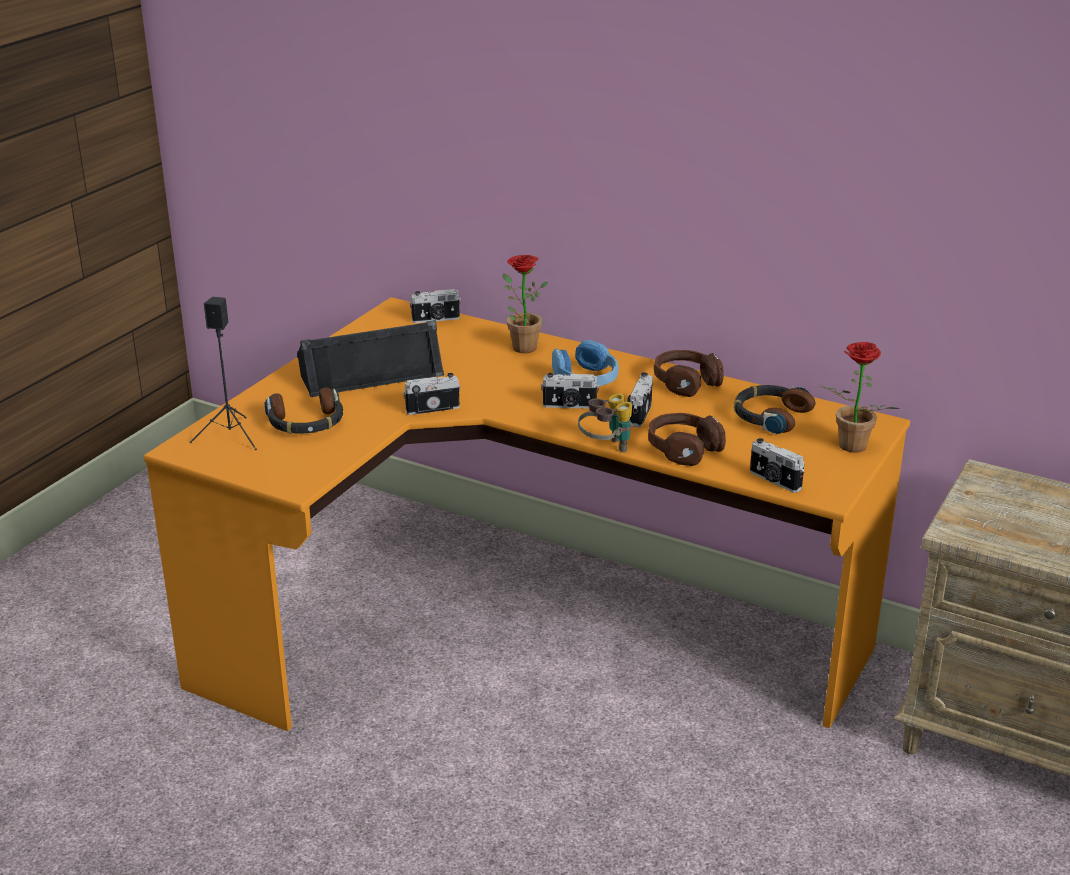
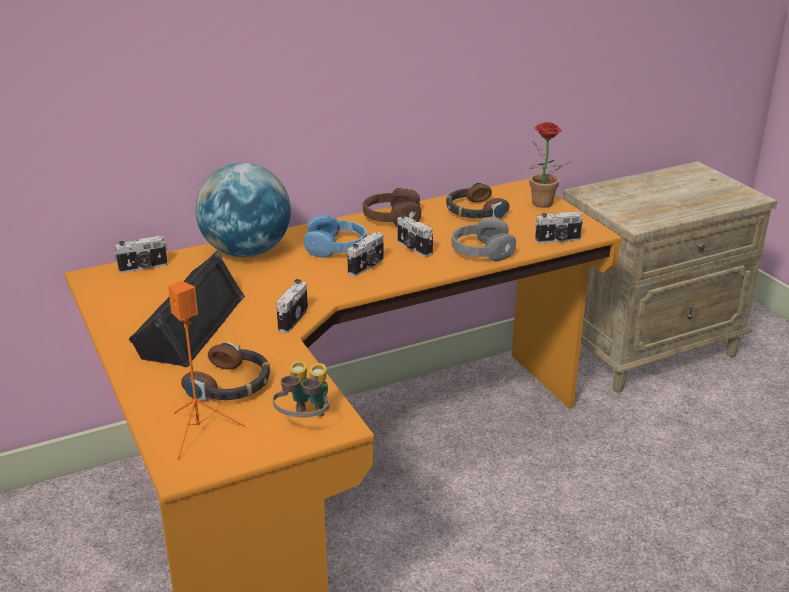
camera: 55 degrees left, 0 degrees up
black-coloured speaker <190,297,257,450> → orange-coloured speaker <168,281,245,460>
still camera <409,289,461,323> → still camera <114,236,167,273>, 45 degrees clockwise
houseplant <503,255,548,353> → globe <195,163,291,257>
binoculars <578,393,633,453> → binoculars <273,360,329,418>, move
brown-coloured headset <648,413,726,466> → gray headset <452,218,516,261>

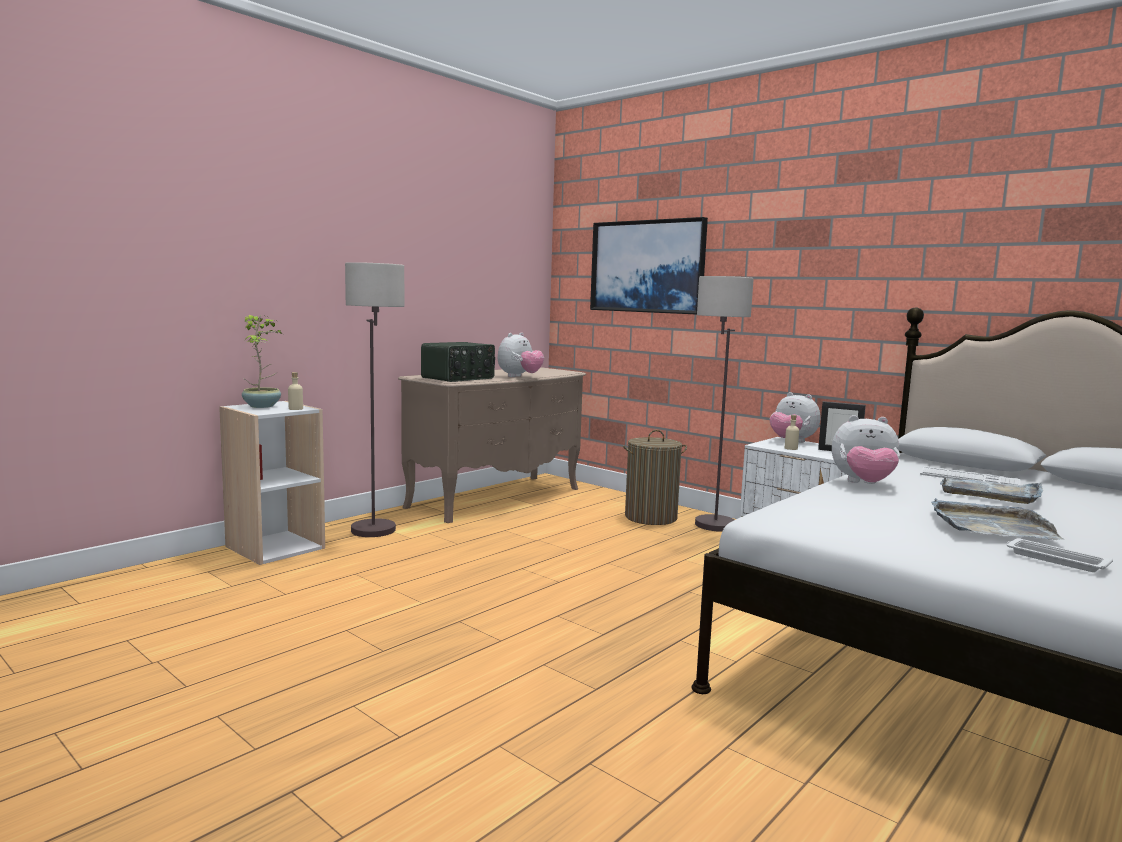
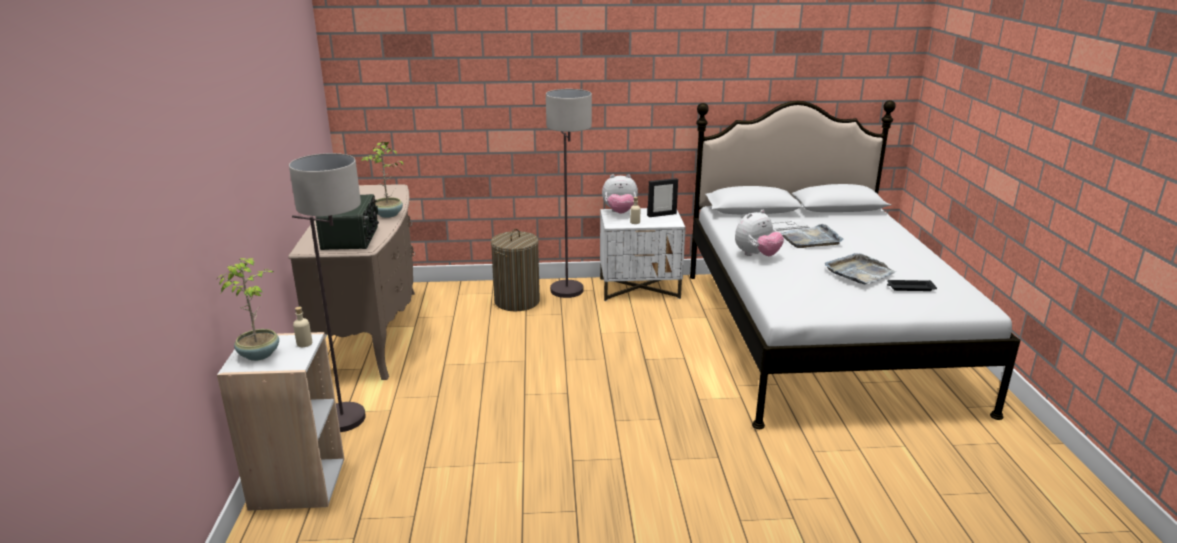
camera: 45 degrees left, 15 degrees up
cuddly toy <498,332,544,377> → houseplant <361,142,404,218>
wall picture <590,217,708,315> → -
white-coloured carrying tray <1006,538,1113,572> → black-coloured carrying tray <887,280,937,291>

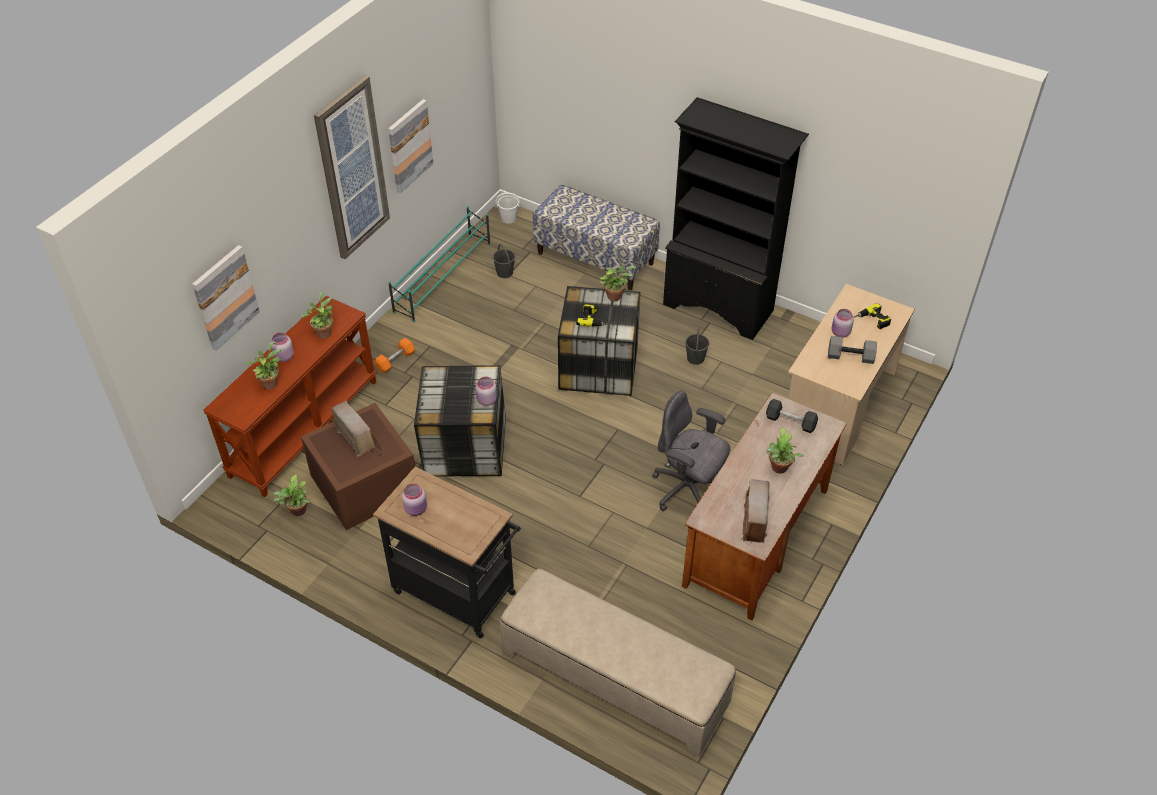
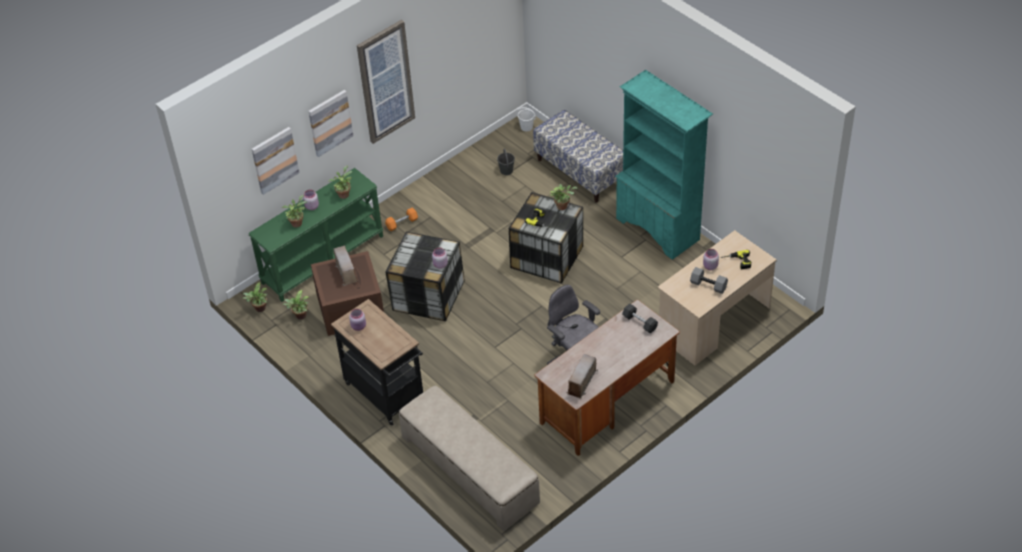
camera: 20 degrees right, 0 degrees up
brown-coloured console table <203,296,376,497> → greenish console table <248,168,383,302>
wall picture <388,99,434,193> → wall picture <308,90,353,157>, move
blue-green shoe stand <388,206,491,322> → -
black-coloured bookcase <663,97,809,340> → blue-green bookcase <615,70,713,260>
gray water bucket <685,328,709,365> → -
houseplant <765,427,804,474> → houseplant <242,282,268,312>, move

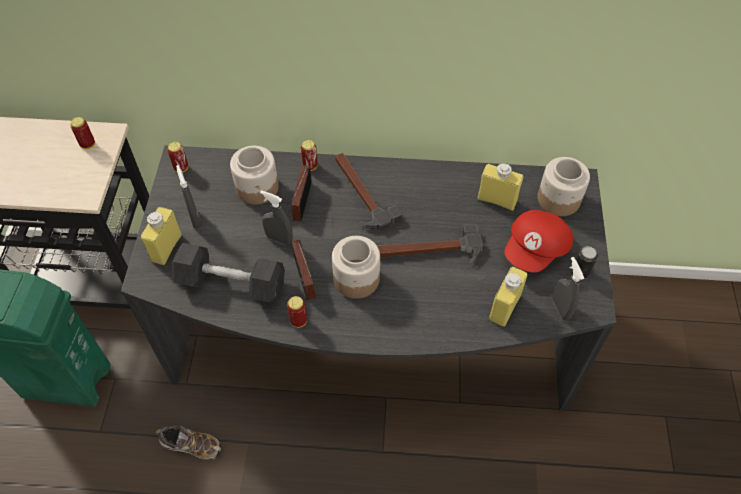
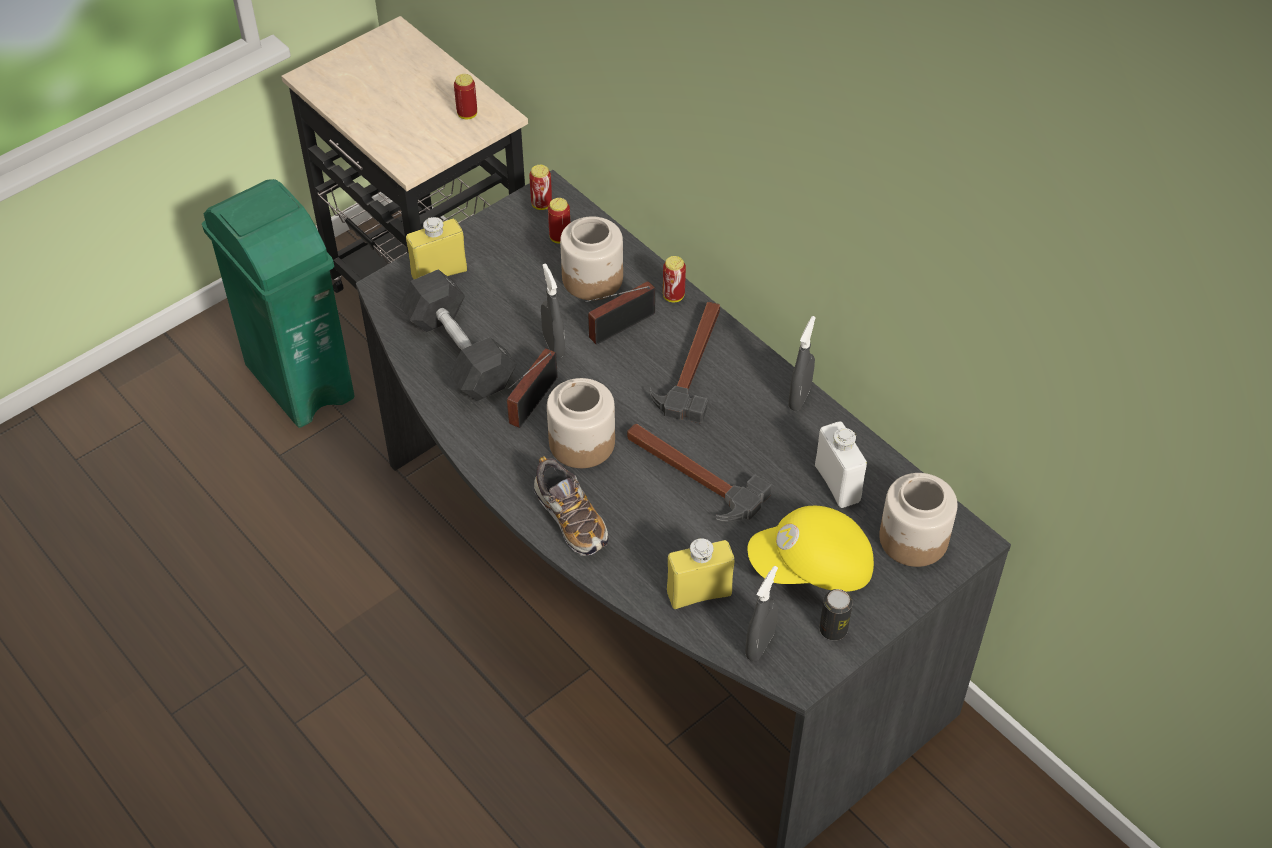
camera: 45 degrees right, 5 degrees down
item of footwear <156,426,221,460> → item of footwear <534,456,608,556>, move
gray hand sprayer <176,165,202,228> → gray hand sprayer <789,316,816,411>, move
sealed can <287,296,307,328> → sealed can <548,198,570,244>, move
yellowish bottle <478,163,523,211> → white-coloured bottle <815,421,867,508>
red-coloured baseball cap <504,210,573,272> → yellowish baseball cap <747,506,874,592>

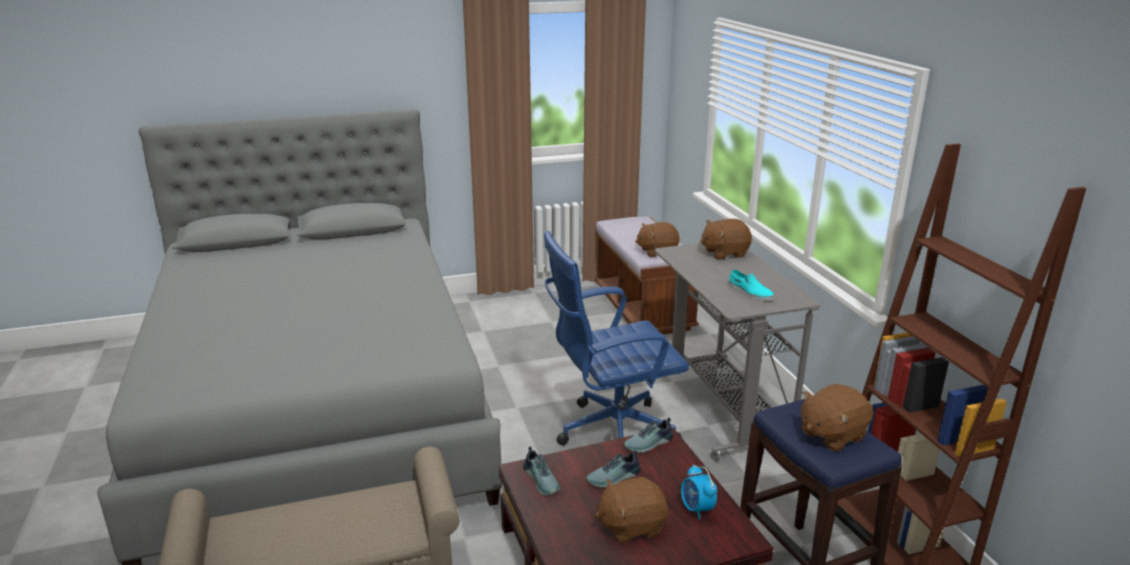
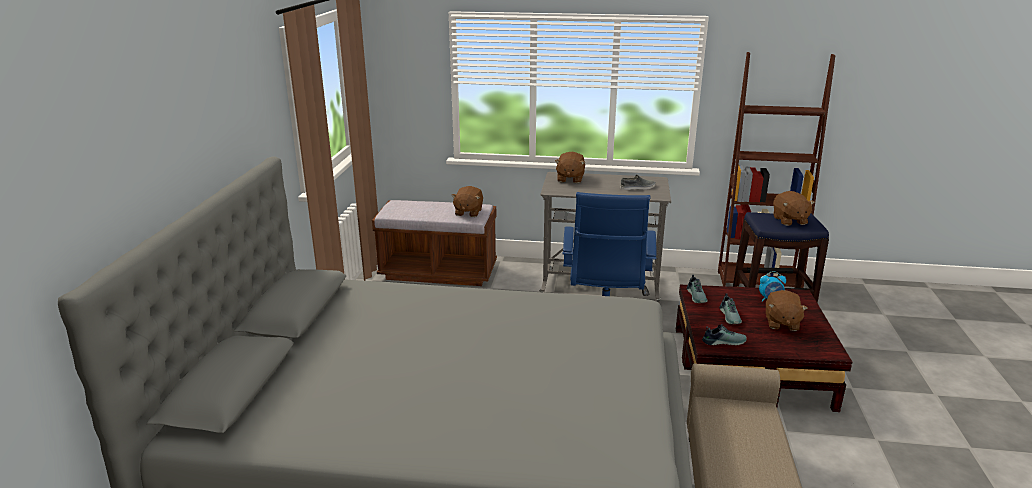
camera: 65 degrees left, 0 degrees up
blue-green item of footwear <729,270,774,301> → gray item of footwear <620,175,656,190>

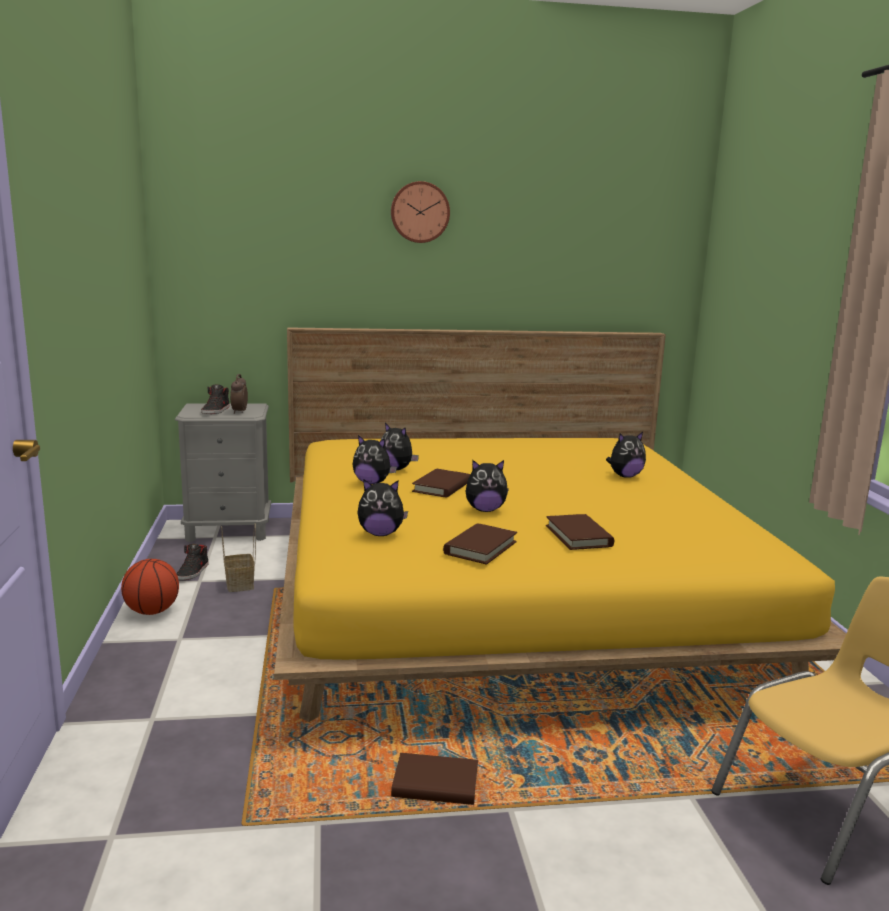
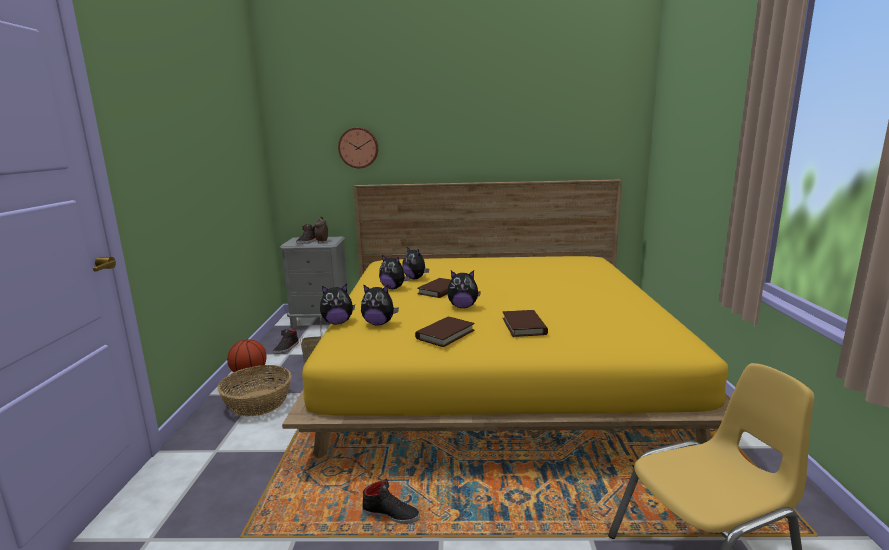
camera: 10 degrees right, 0 degrees up
wall clock <391,181,450,243> → wall clock <338,128,378,168>, move
brown-coloured bound book <391,753,478,805> → black-coloured item of footwear <362,479,420,524>
cuddly toy <606,432,646,478> → cuddly toy <320,284,355,324>, move
- → storage basket <218,365,292,417>

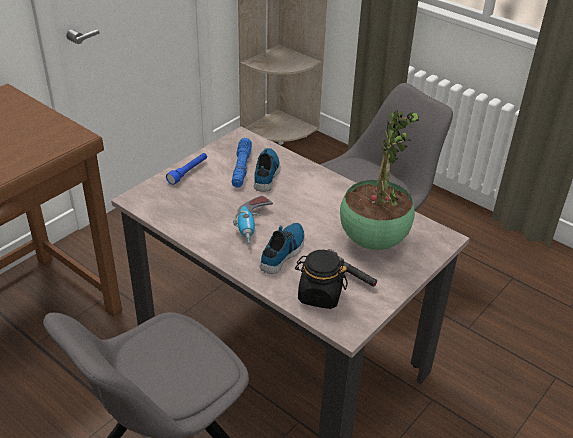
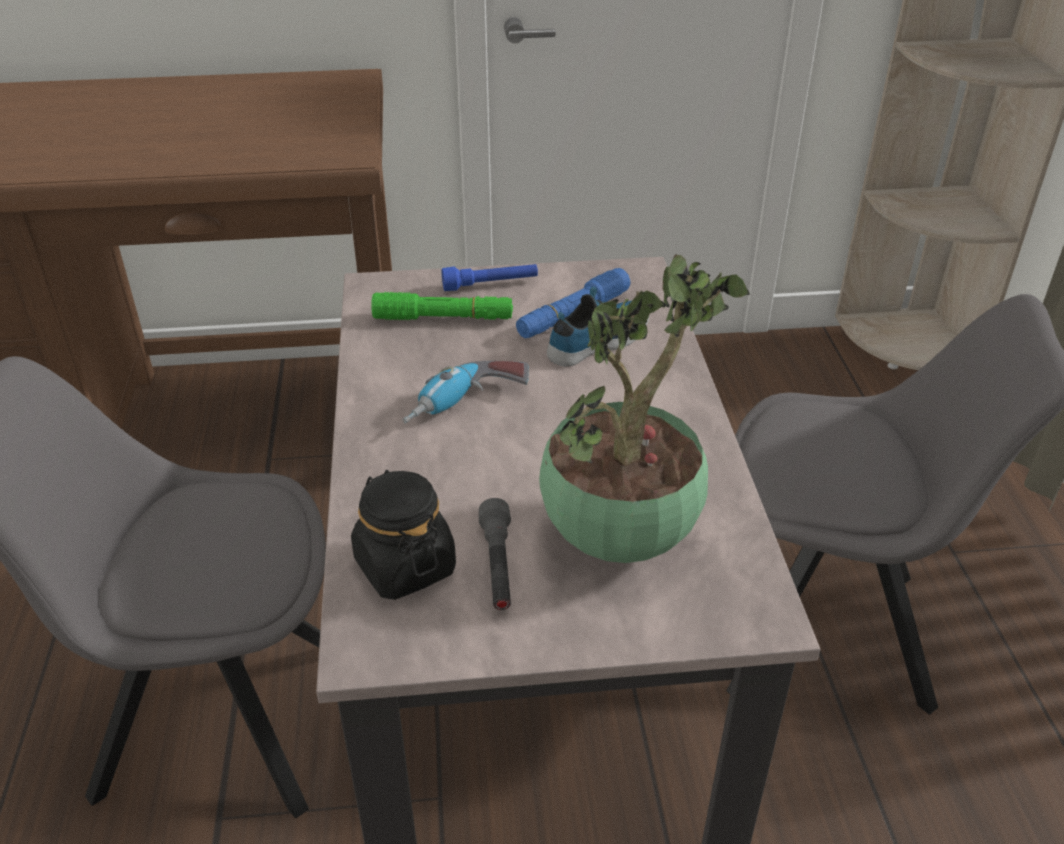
camera: 45 degrees right, 0 degrees up
item of footwear <260,223,305,274> → -
- → greenish hand torch <371,292,513,320>

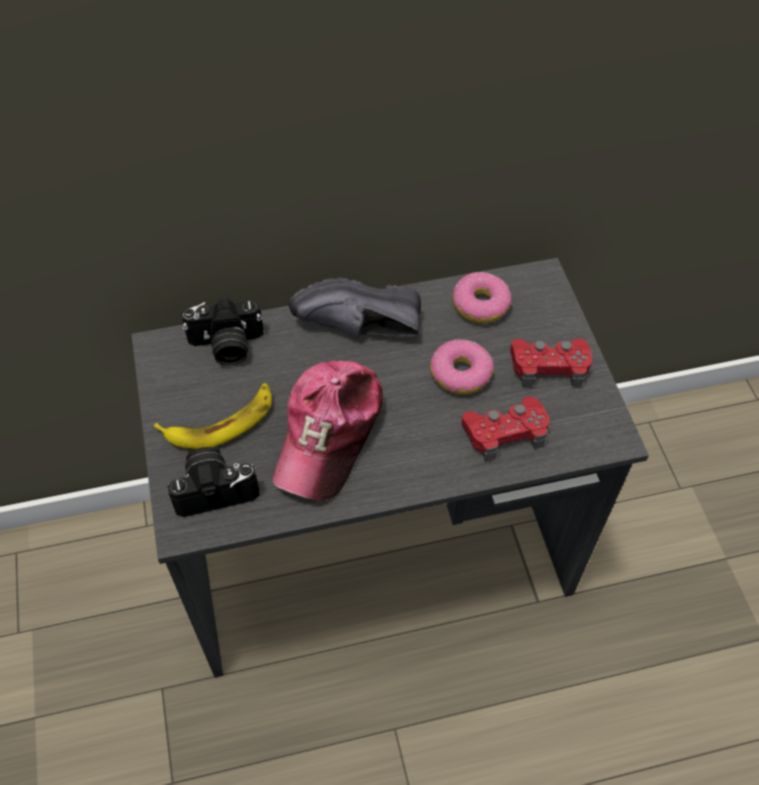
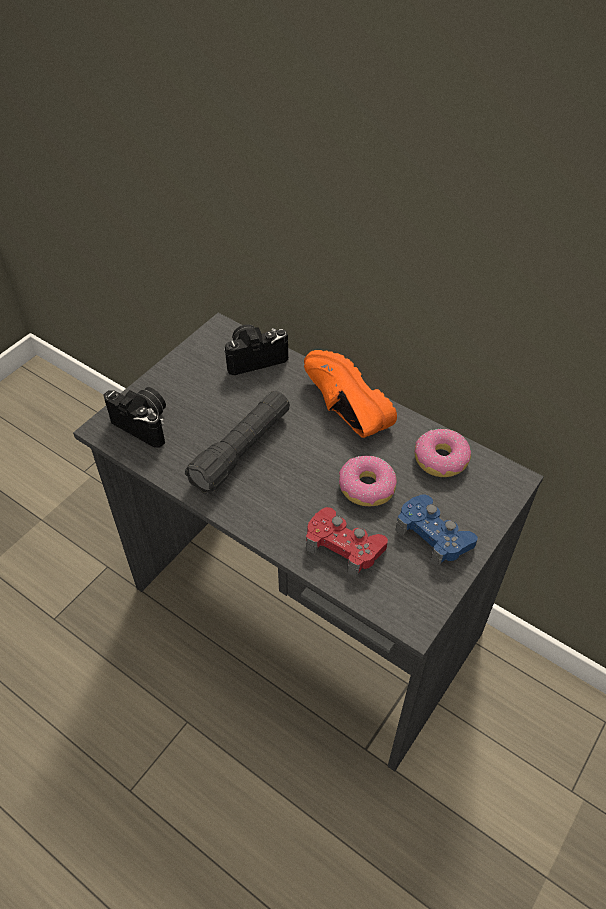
camera: 50 degrees right, 5 degrees down
banana <154,383,272,449> → -
still camera <182,297,264,366> → still camera <224,324,288,375>, 120 degrees clockwise
baseball cap <273,360,383,501> → black-coloured hand torch <185,391,290,494>
black-coloured item of footwear <289,277,421,338> → orange-coloured item of footwear <304,350,397,438>
red-coloured joypad <510,339,592,387> → blue joypad <396,494,478,567>

